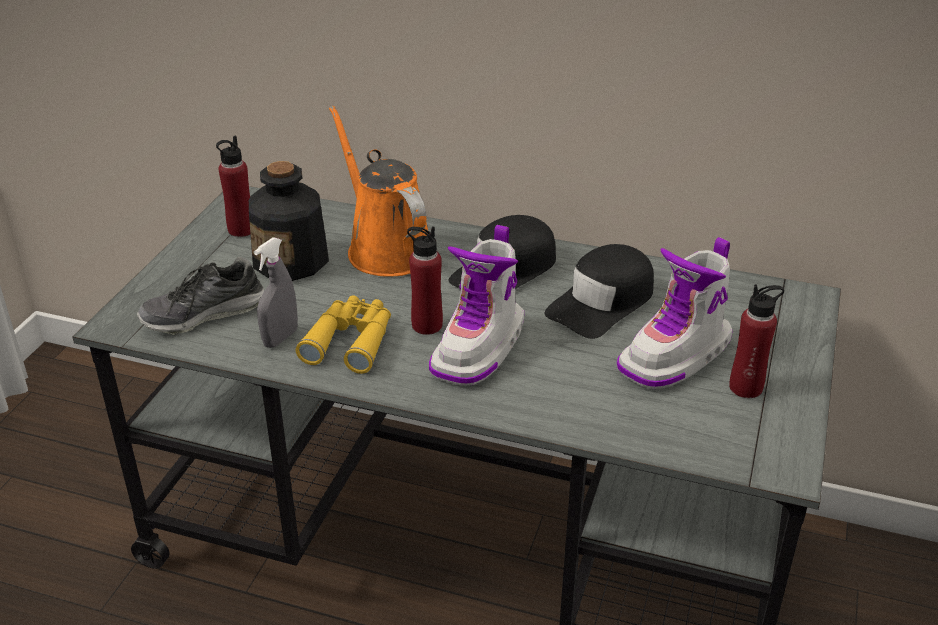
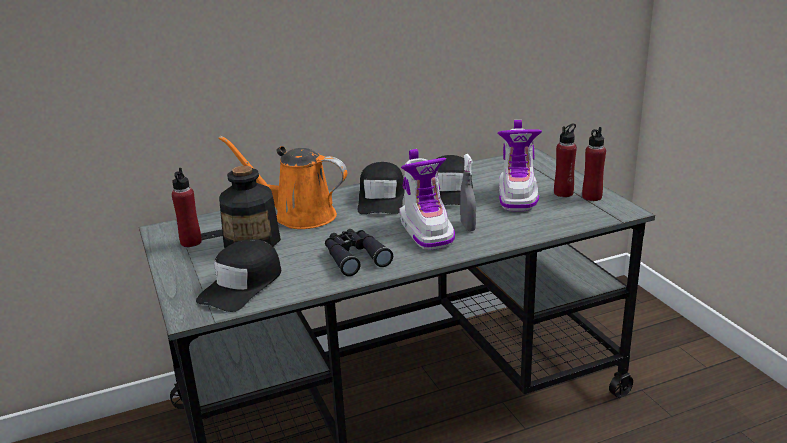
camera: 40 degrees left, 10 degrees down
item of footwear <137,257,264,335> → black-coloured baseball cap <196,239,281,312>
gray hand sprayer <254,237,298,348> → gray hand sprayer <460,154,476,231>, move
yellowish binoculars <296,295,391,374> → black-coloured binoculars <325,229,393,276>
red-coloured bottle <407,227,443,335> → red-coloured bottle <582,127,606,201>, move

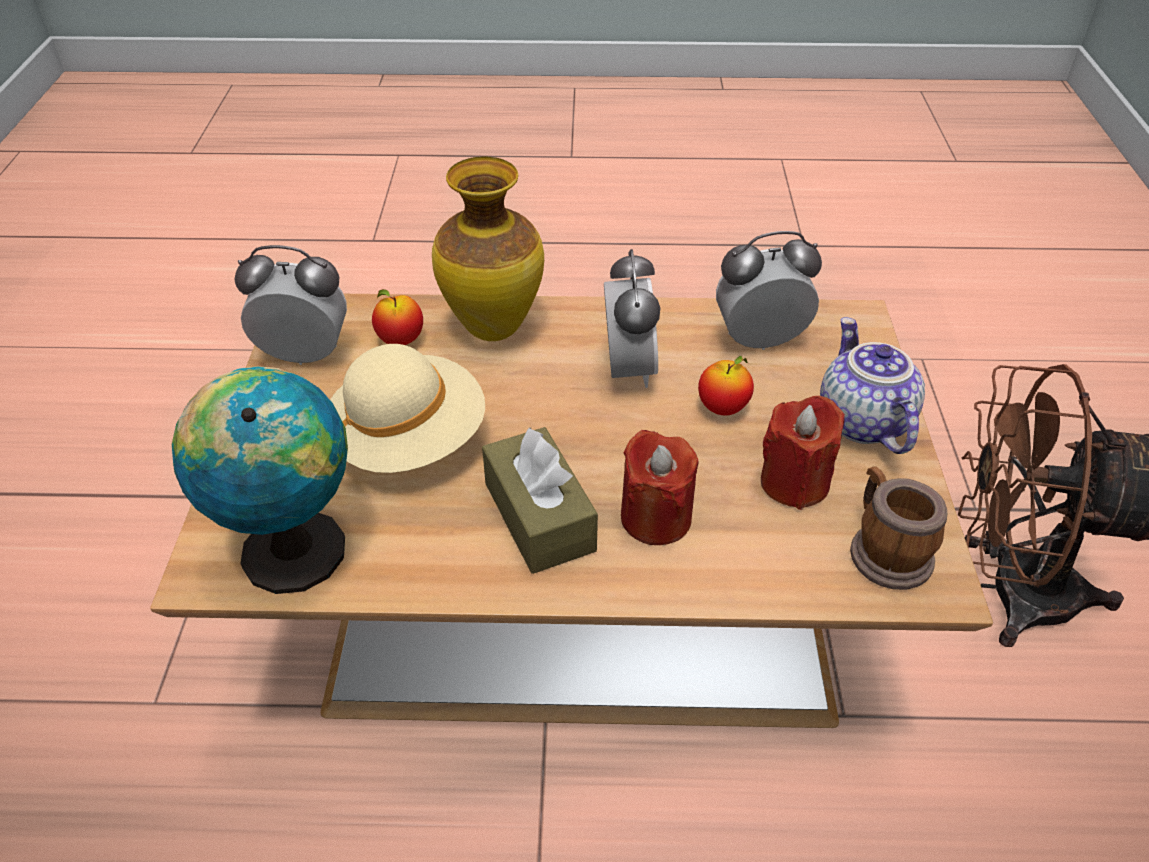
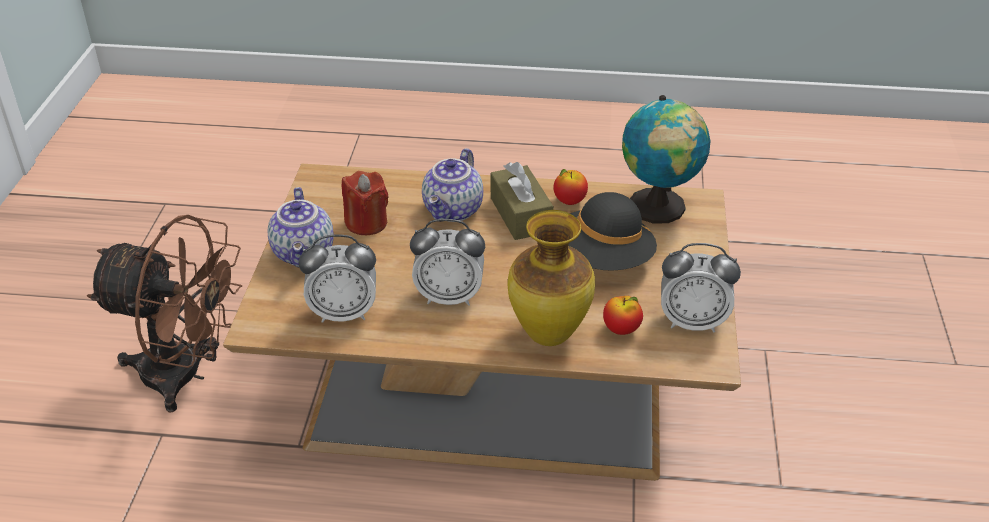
camera: 175 degrees left, 5 degrees down
sand-coloured wearable hat <330,344,485,473> → black-coloured wearable hat <568,192,657,271>
table clock <604,249,660,388> → table clock <410,219,485,306>, 90 degrees counterclockwise
red-coloured candle <621,430,699,545> → tea pot <422,148,483,222>
apple fruit <698,356,754,415> → apple fruit <553,169,588,205>, move
coffee mug <850,466,947,590> → -

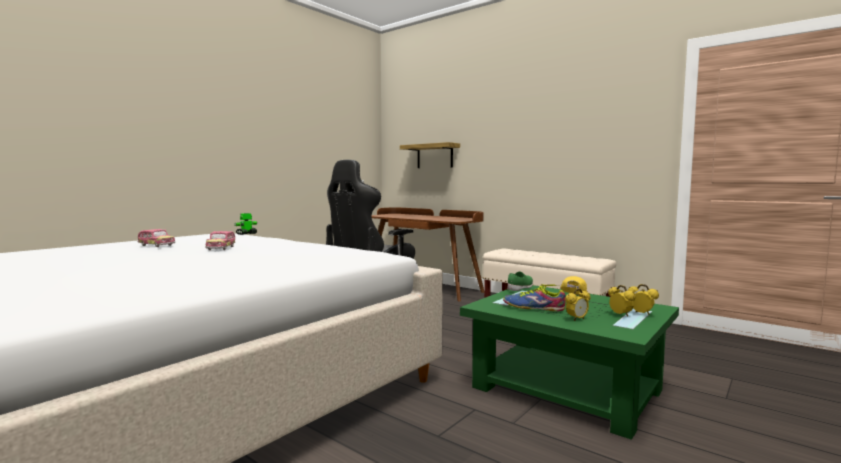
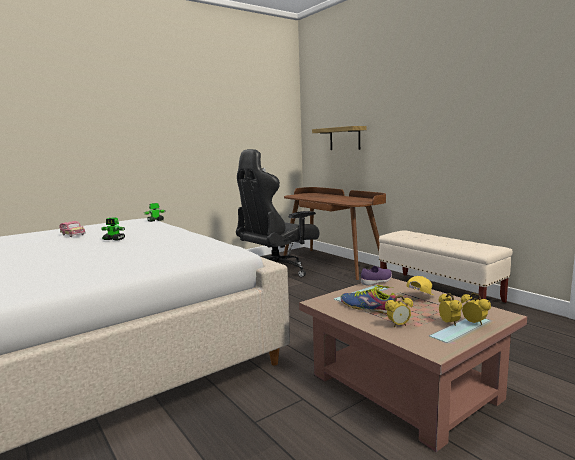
camera: 15 degrees right, 5 degrees up
miniature car <206,231,235,250> → toy robot <101,218,125,240>
greenish coffee table <460,285,679,440> → brown-coloured coffee table <299,278,527,452>
greenish item of footwear <507,272,533,291> → purplish item of footwear <361,266,392,286>

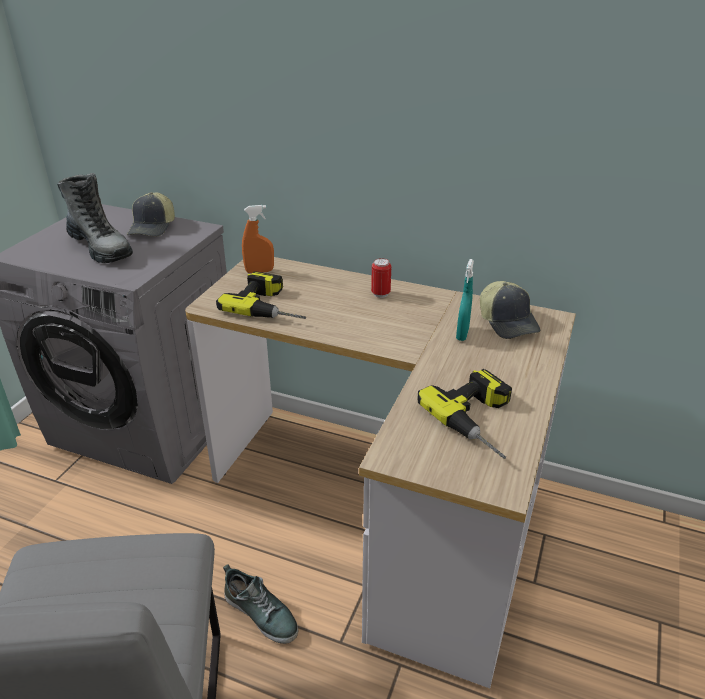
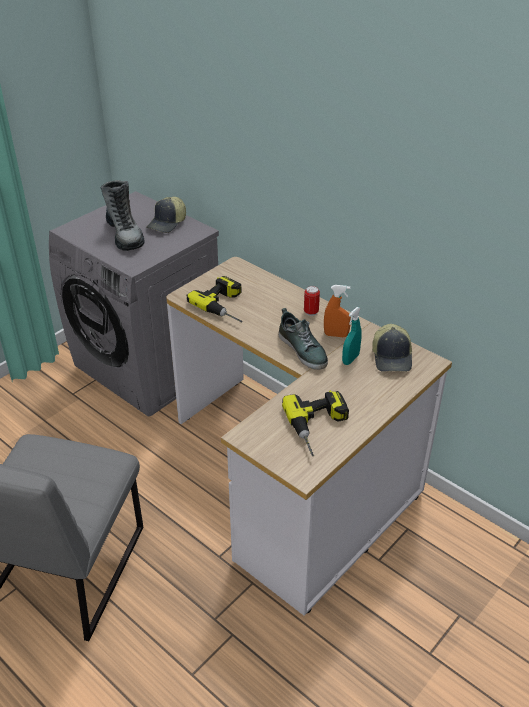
camera: 20 degrees right, 5 degrees up
item of footwear <223,564,298,644> → item of footwear <279,308,328,370>, move
orange-coloured hand sprayer <242,205,274,273> → orange-coloured hand sprayer <324,285,351,337>, move

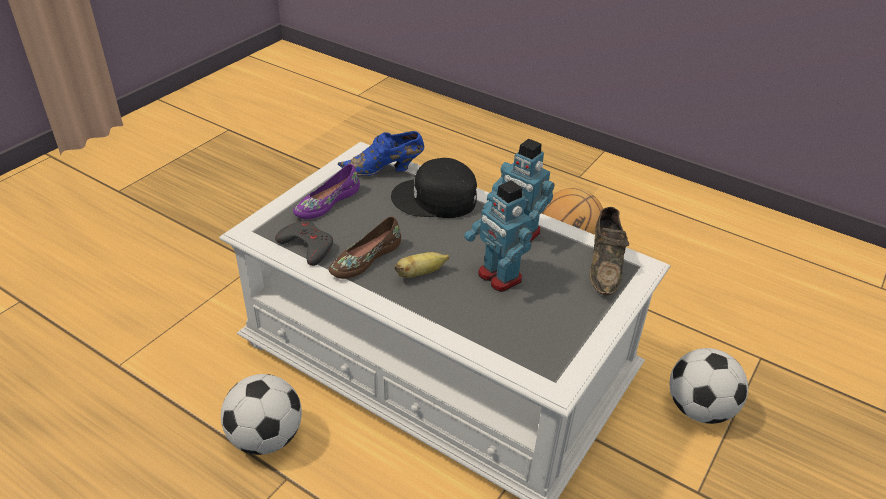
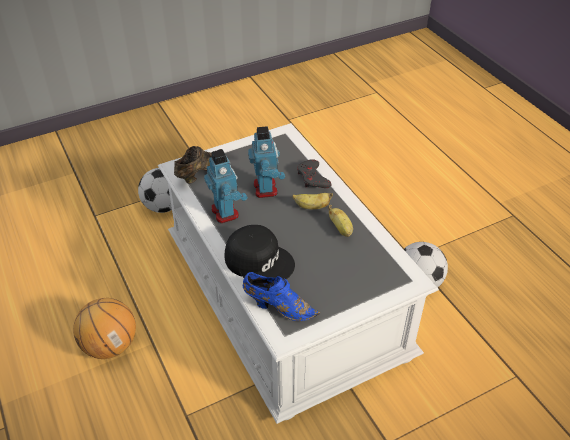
camera: 150 degrees left, 5 degrees up
gray joypad <275,221,333,266> → gray joypad <297,159,332,188>, move
purplish item of footwear <293,164,360,219> → -
brown-coloured item of footwear <329,216,401,279> → banana <328,205,353,237>

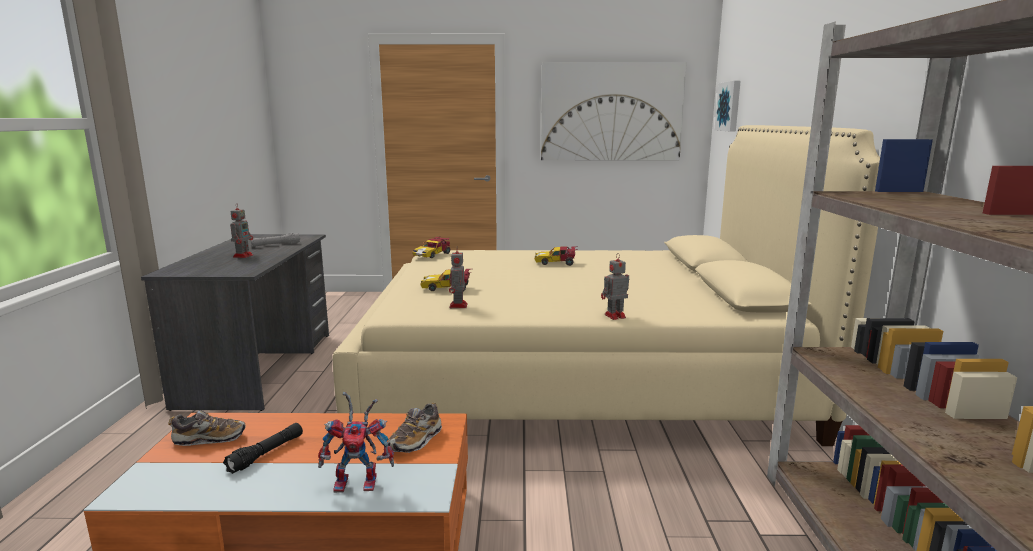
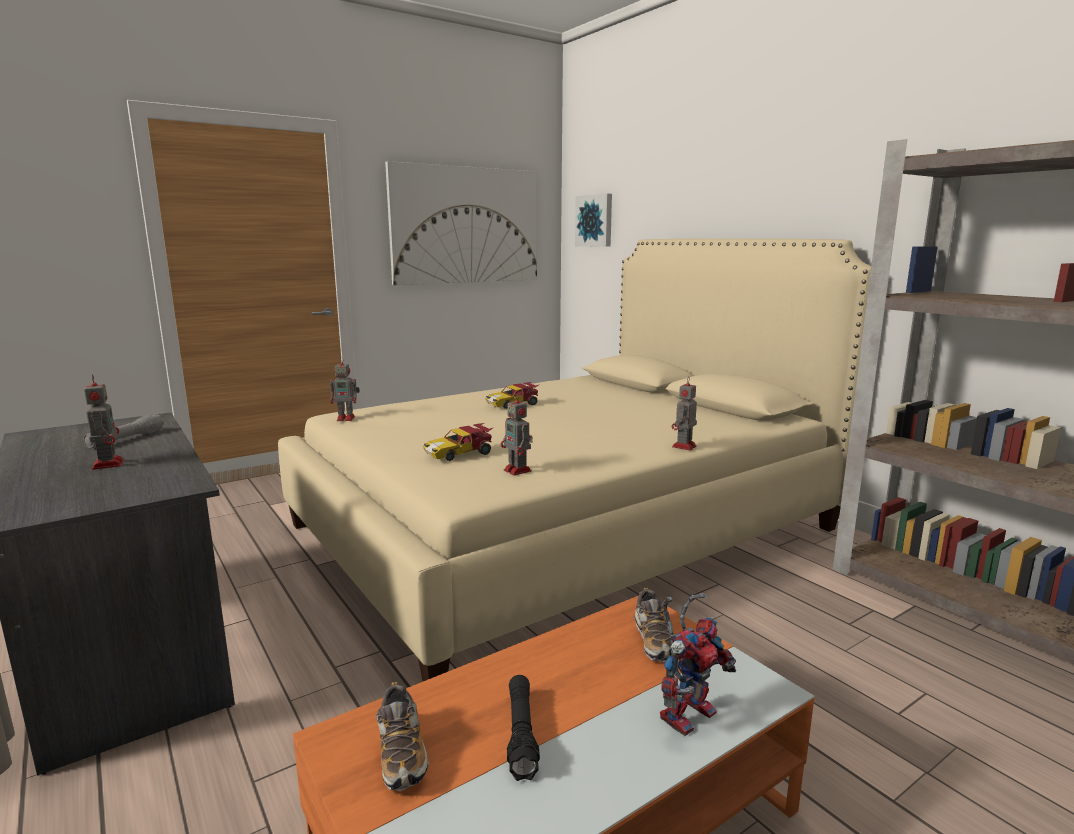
camera: 35 degrees left, 0 degrees up
item of footwear <168,410,246,446> → item of footwear <376,682,429,791>, 120 degrees clockwise
miniature car <412,237,450,258> → toy robot <330,357,360,421>

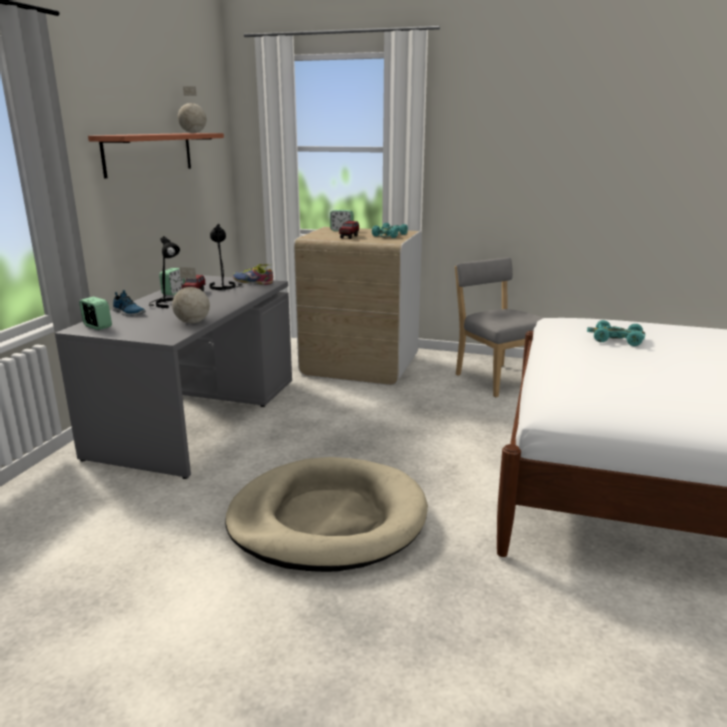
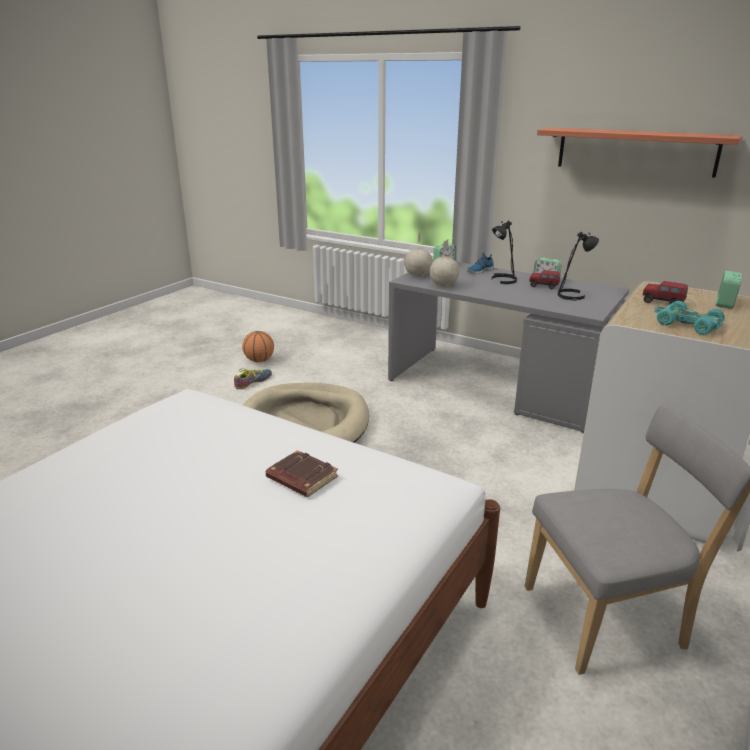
camera: 105 degrees right, 5 degrees up
globe <178,86,206,133> → globe <404,231,433,277>, move
item of footwear <233,264,273,285> → item of footwear <234,368,272,389>, move
blue-green miniature car <587,320,645,346> → brown-coloured bound book <266,450,338,497>
- → basketball ball <242,331,274,362>

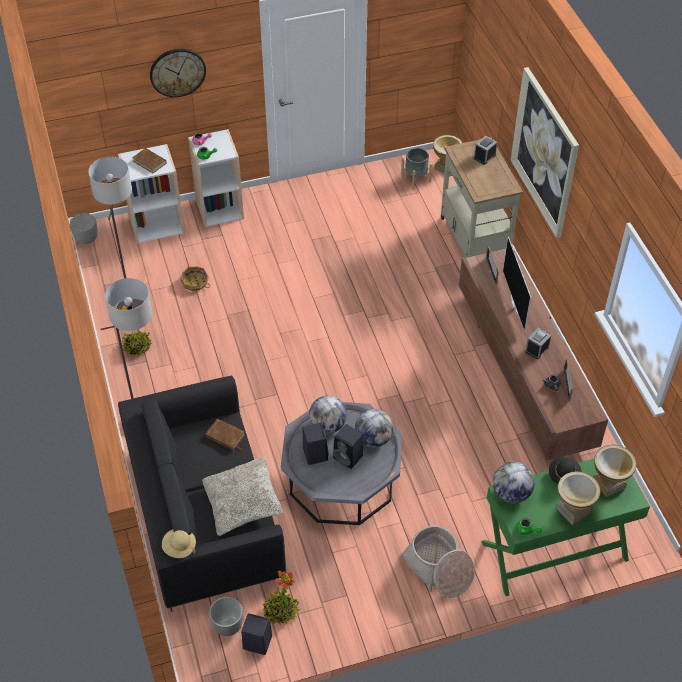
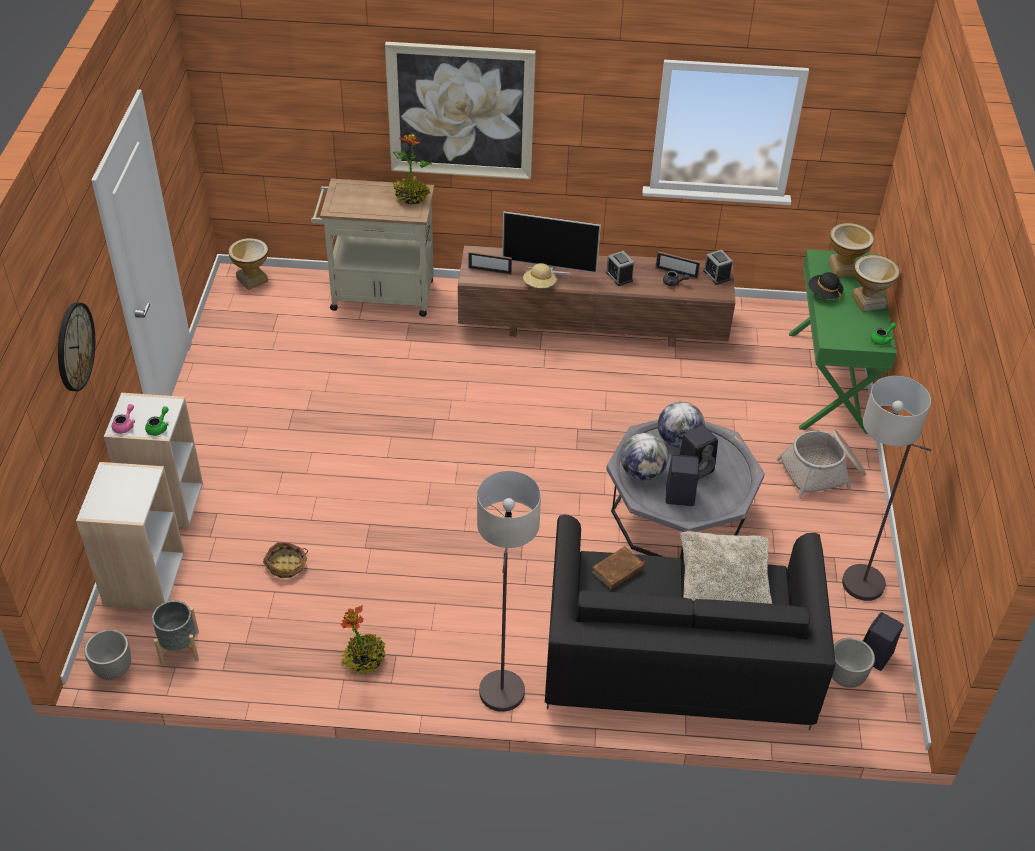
camera: 70 degrees left, 5 degrees down
gray standing lamp <88,157,144,310> → gray standing lamp <842,376,932,601>, move
brown-coloured bound book <132,148,167,174> → -
sand-coloured wearable hat <162,529,196,558> → sand-coloured wearable hat <523,263,557,288>, move
houseplant <263,571,300,625> → houseplant <393,134,432,204>, move
gray flower pot <401,148,432,190> → gray flower pot <152,600,199,666>, move
table clock <473,136,497,165> → table clock <703,250,733,285>, move
globe <493,462,535,504> → -

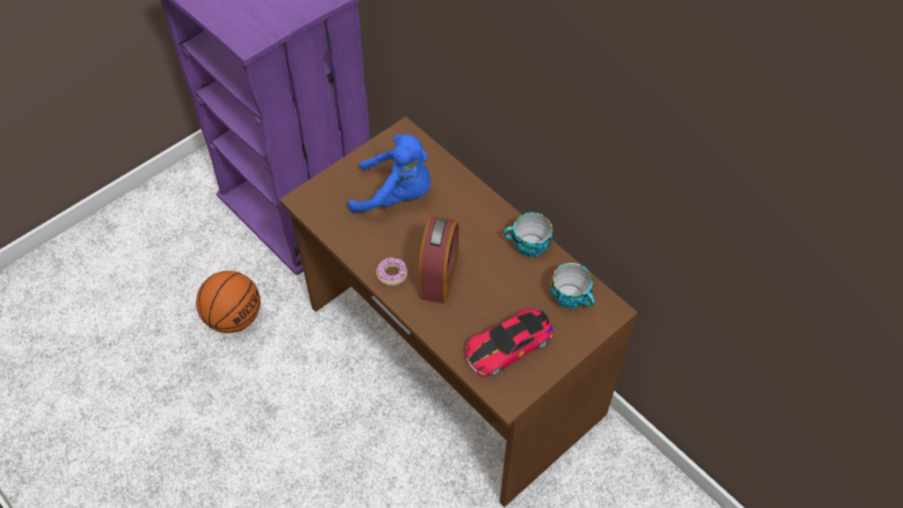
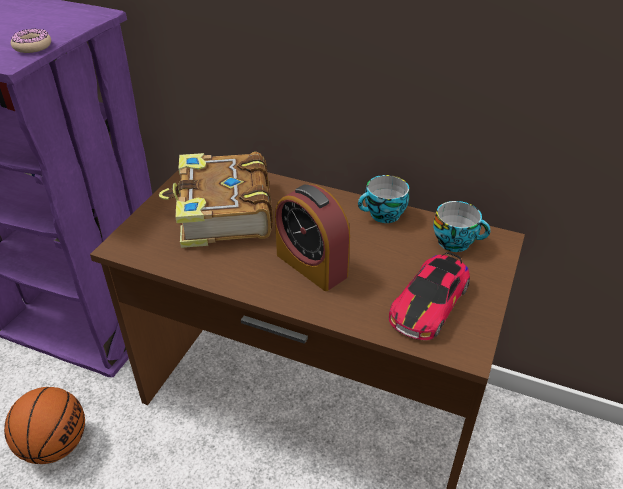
camera: 25 degrees left, 15 degrees down
blue cuddly toy <348,134,431,213> → bound book <159,152,273,248>
ring doughnut <376,257,408,286> → ring doughnut <11,28,51,53>, move
table clock <418,216,459,304> → table clock <275,184,350,291>, 150 degrees clockwise

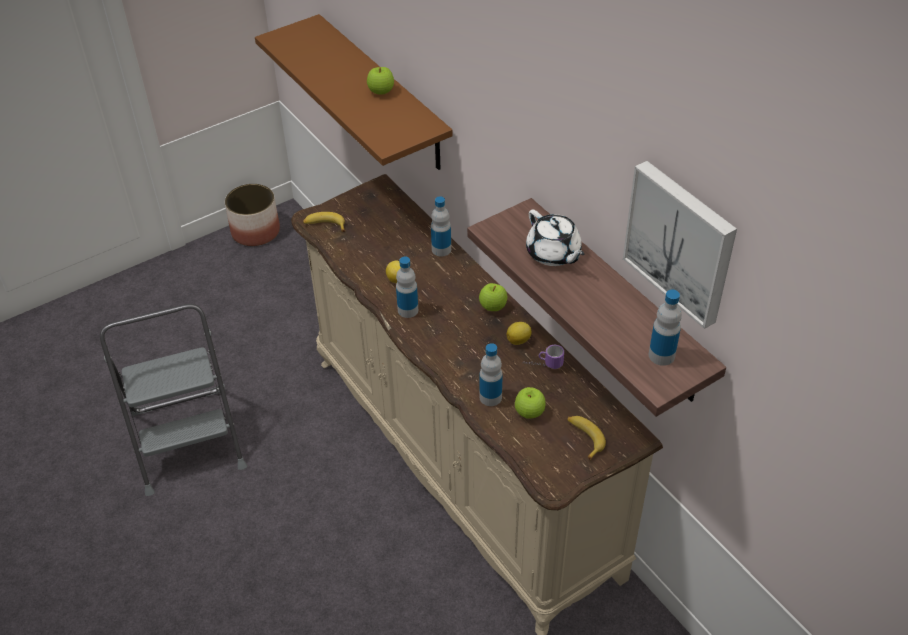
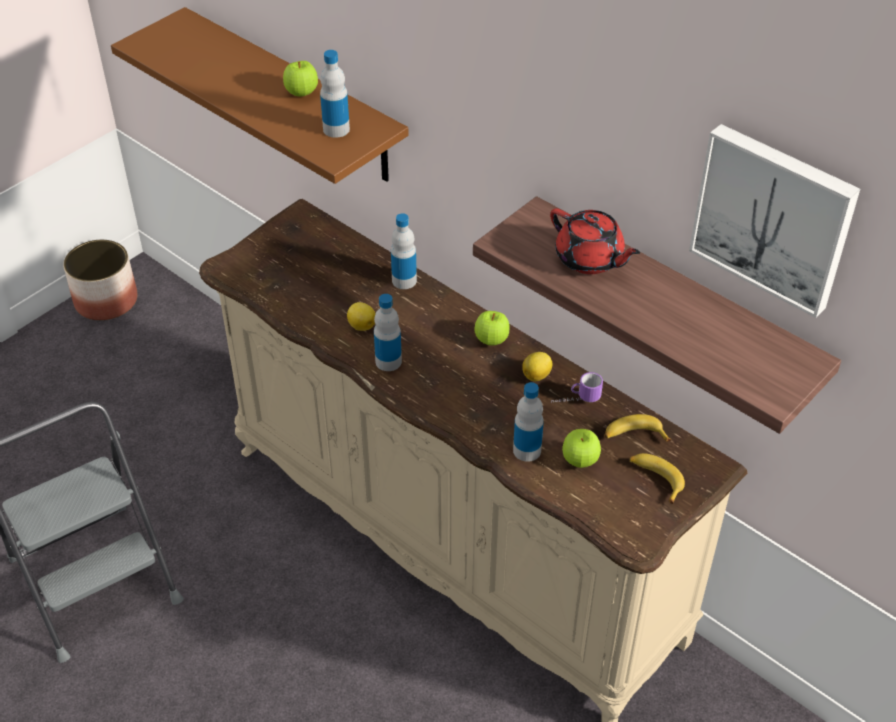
camera: 15 degrees left, 0 degrees up
banana <303,212,345,232> → banana <604,414,671,442>, move
white-coloured tea pot <526,209,585,266> → red-coloured tea pot <550,208,640,274>
bottle <649,290,682,366> → bottle <320,50,350,138>, move

